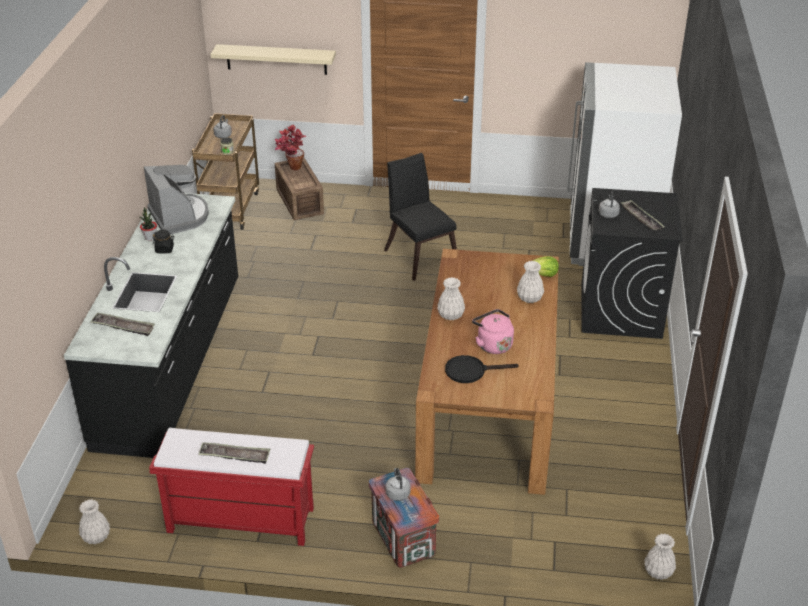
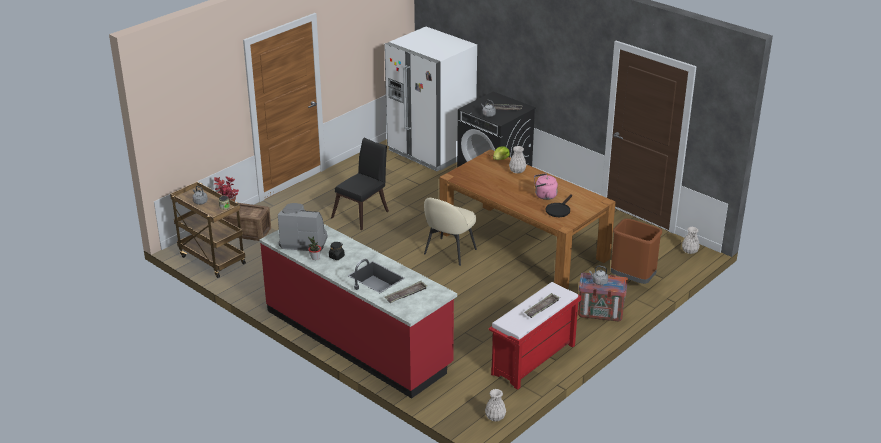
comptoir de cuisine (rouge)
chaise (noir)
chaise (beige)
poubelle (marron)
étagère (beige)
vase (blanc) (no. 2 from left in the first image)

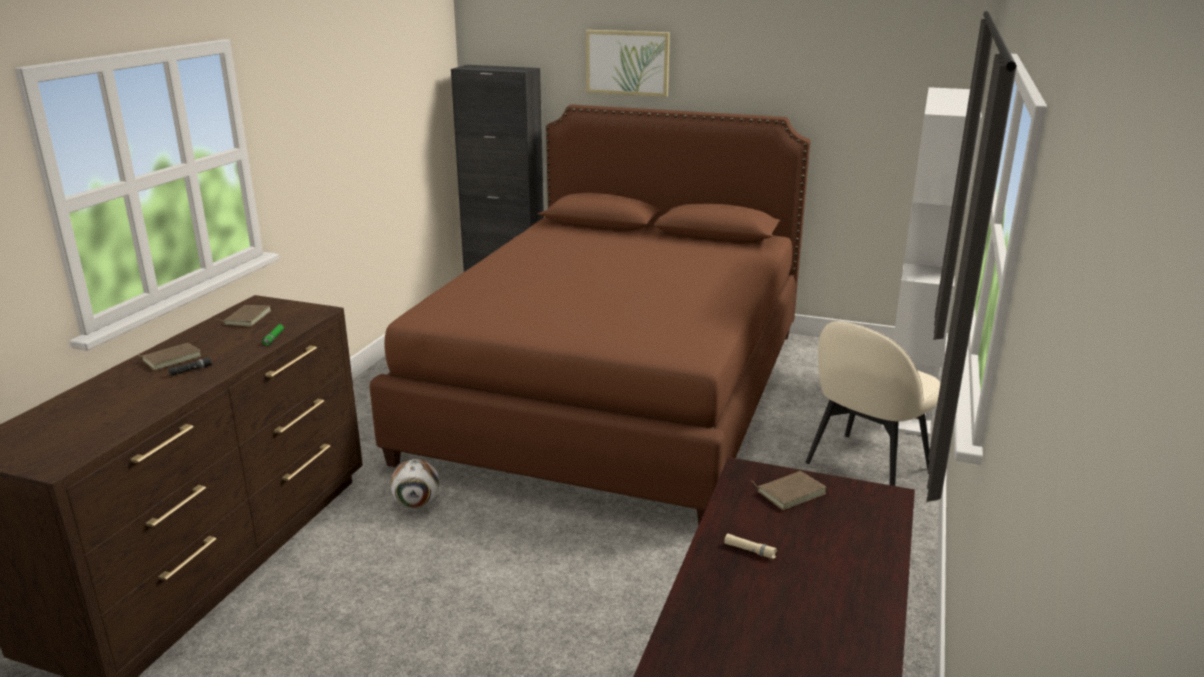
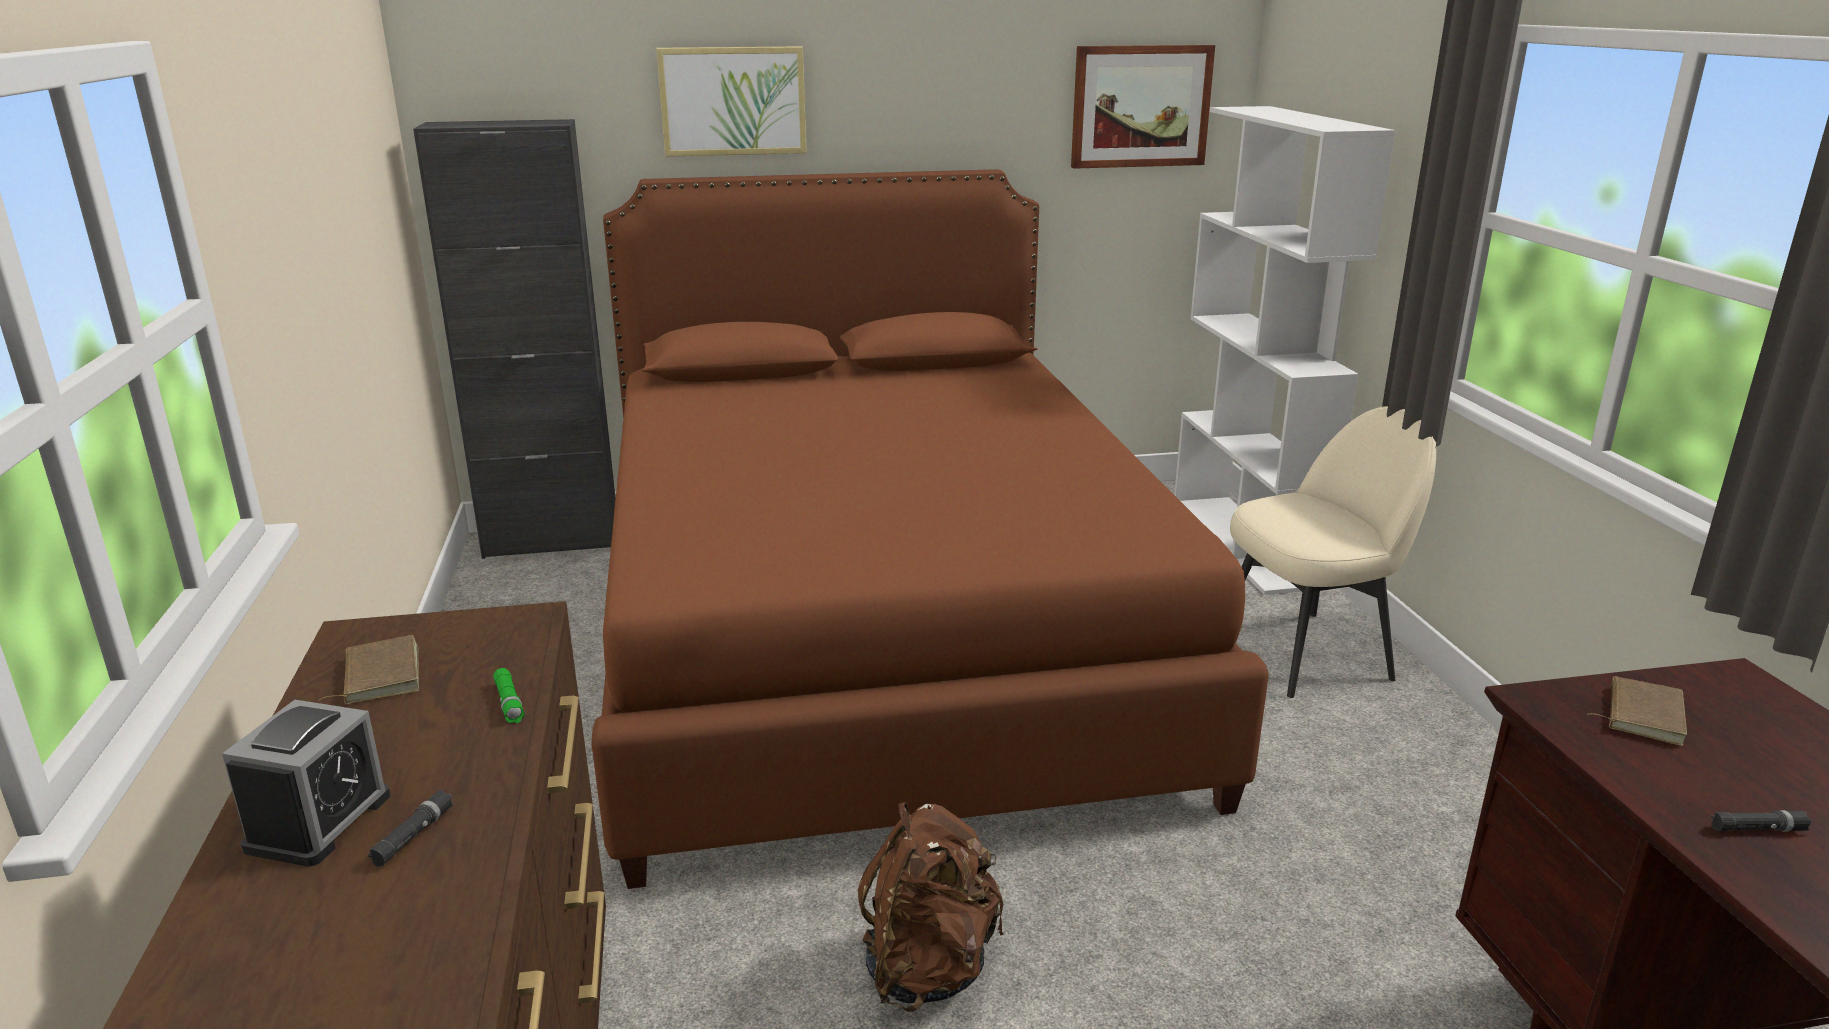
réveil
sac à dos (marron)
tableau (no. 2 from left)
chaise (beige)
lampe de poche (noir) (no. 2 from left)
ballon de foot

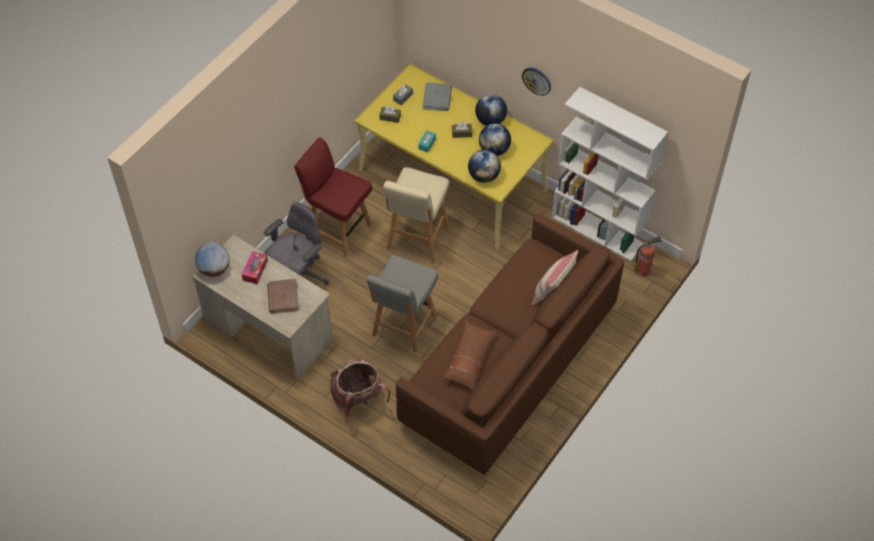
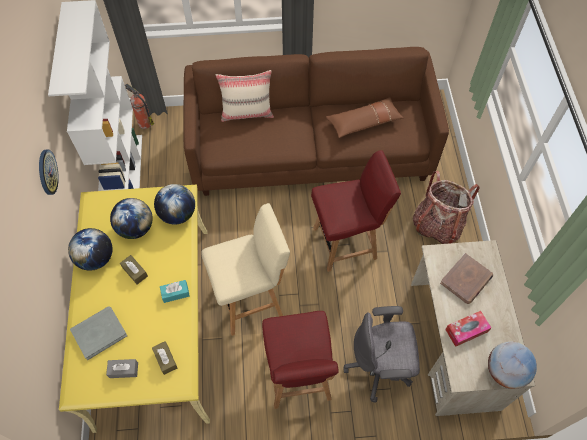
chaise (rouge) (no. 2 from left)

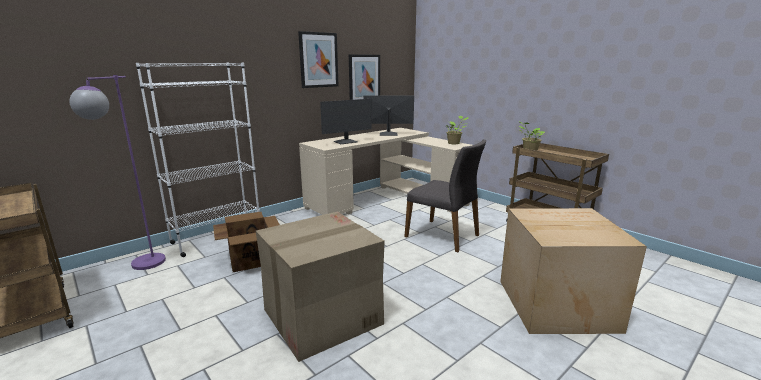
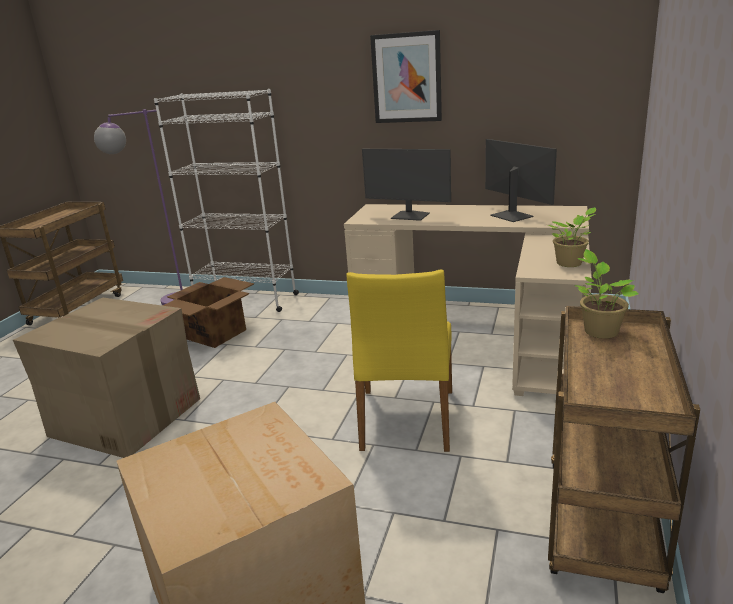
chaise (jaune)
tableau (no. 2 from left in the first image)

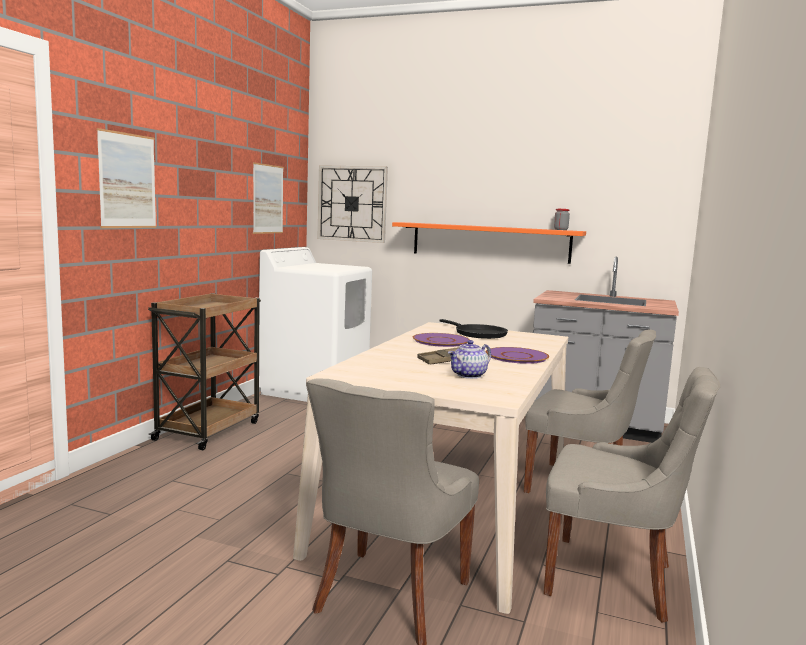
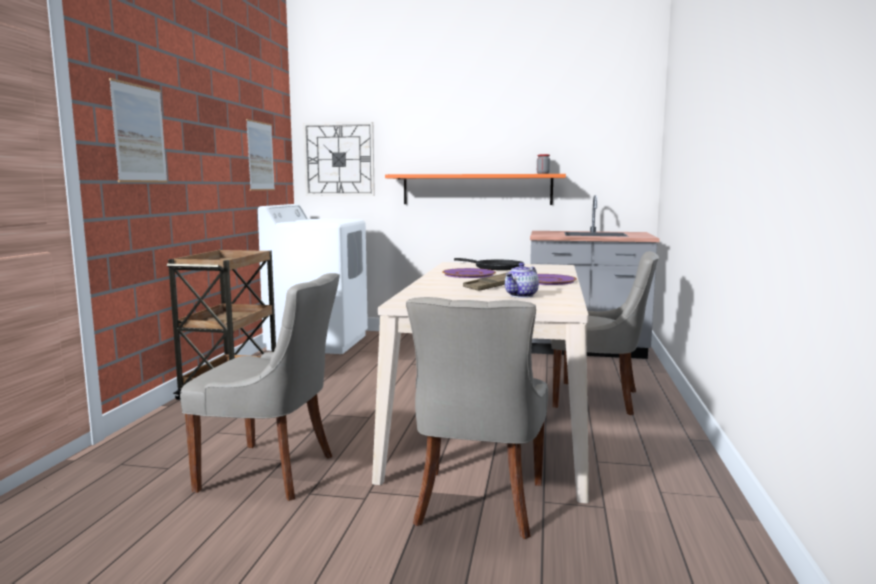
chaise (gris) (no. 1 from left)

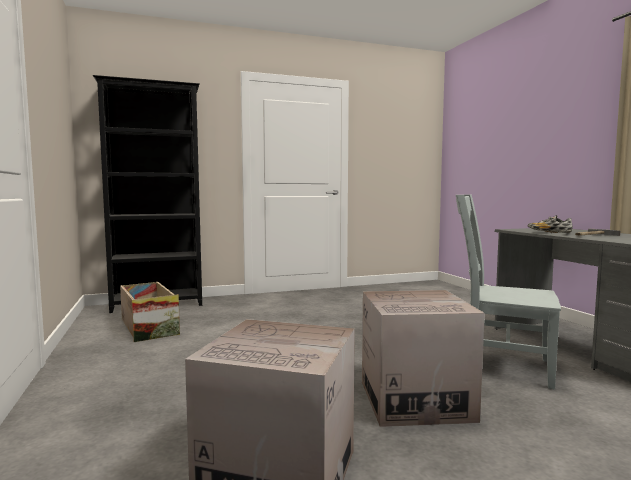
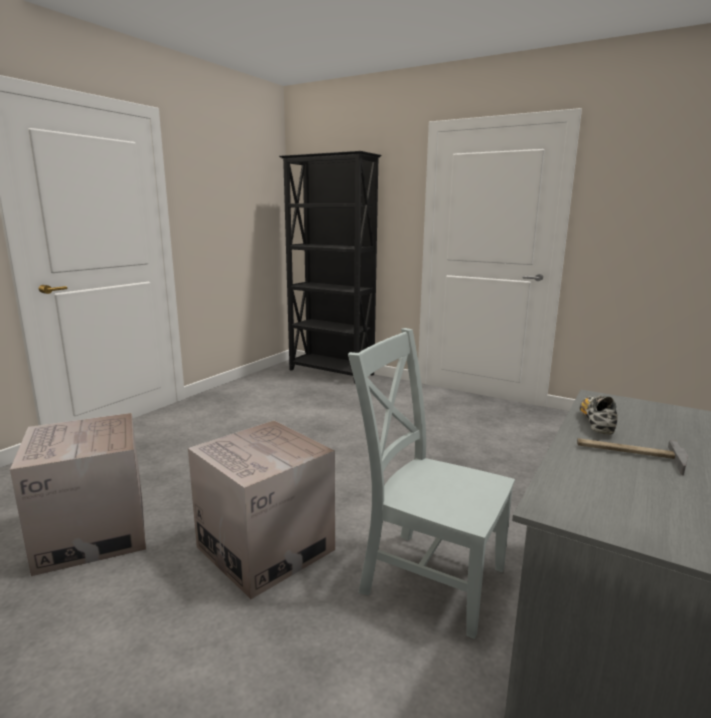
chaise (gris)
caisse

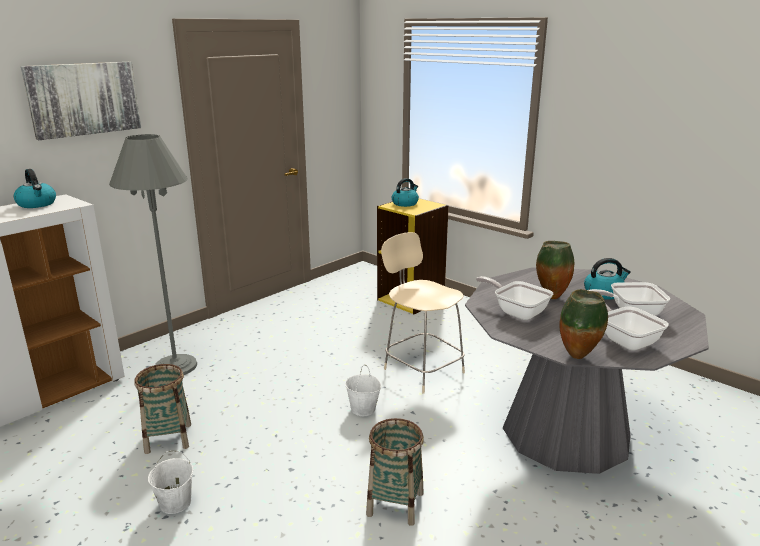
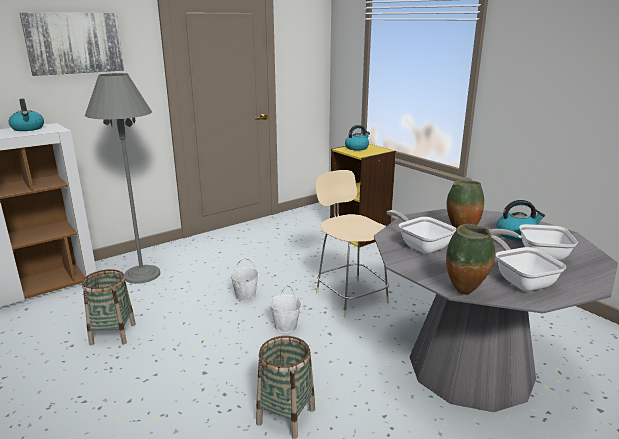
seau (blanc) (no. 1 from left)

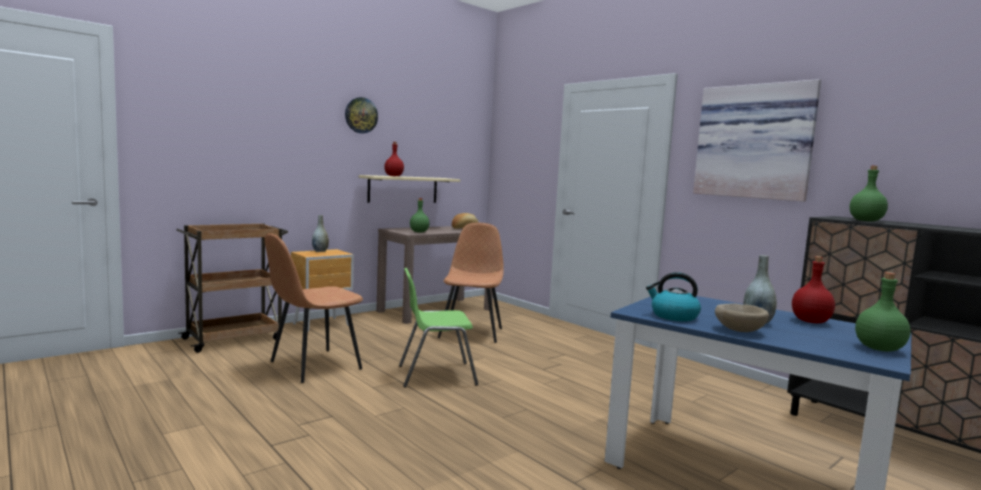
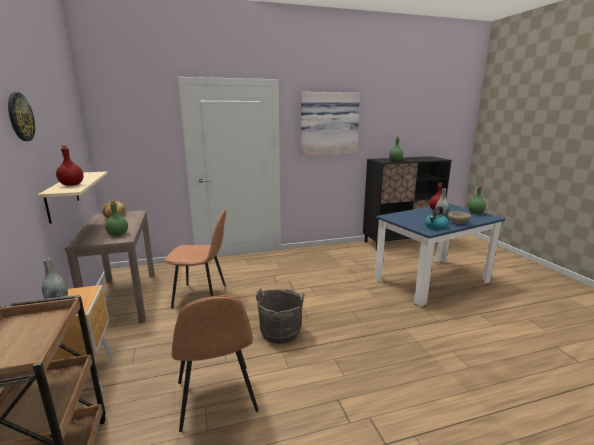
chaise (marron) (no. 1 from left)
seau (gris)

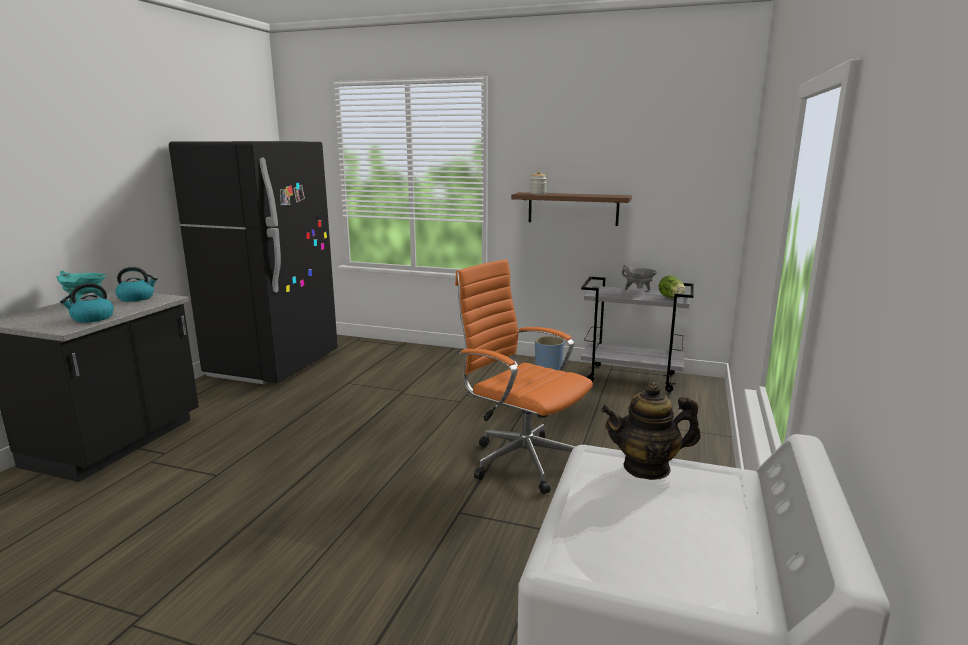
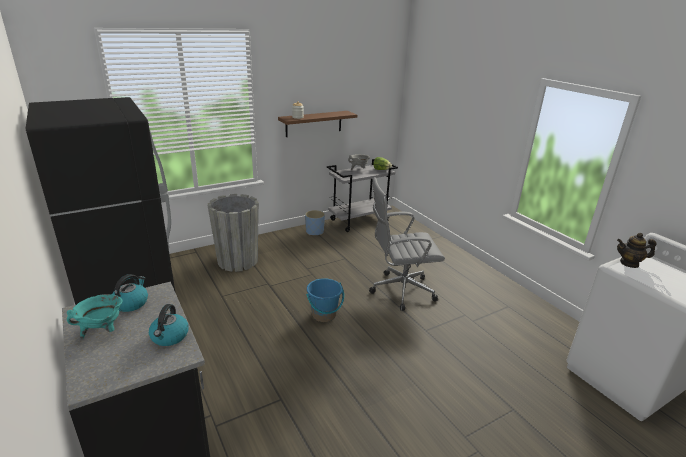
cache-pot (gris)
seau (bleu)
chaise de bureau (gris)
théière

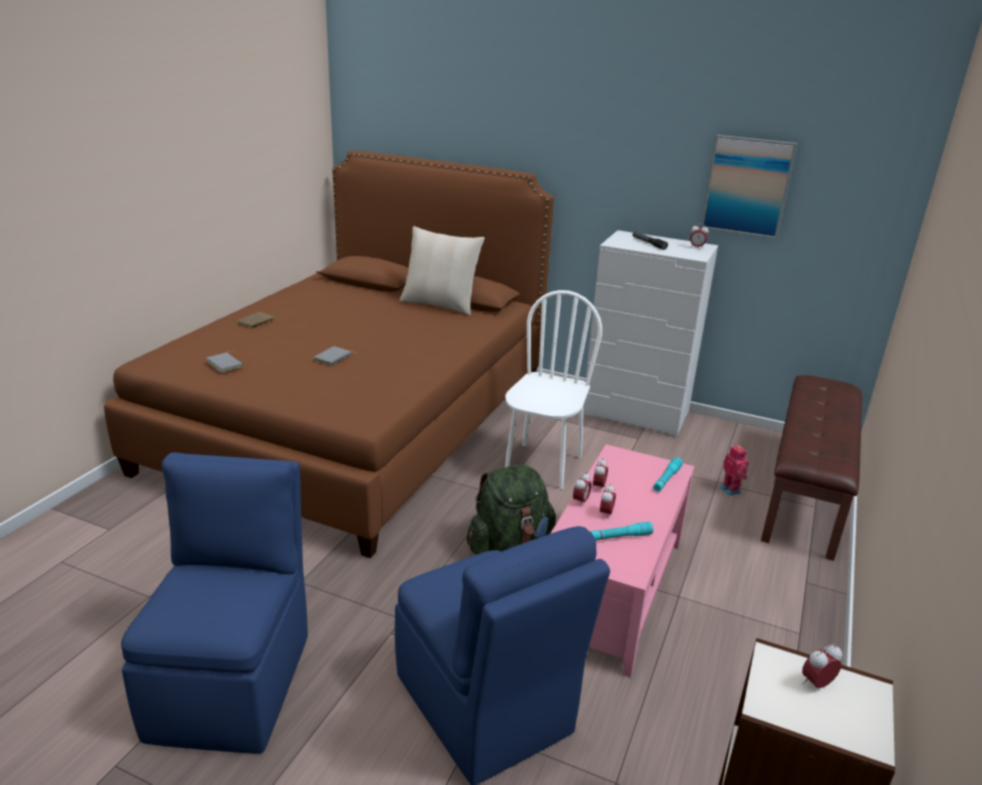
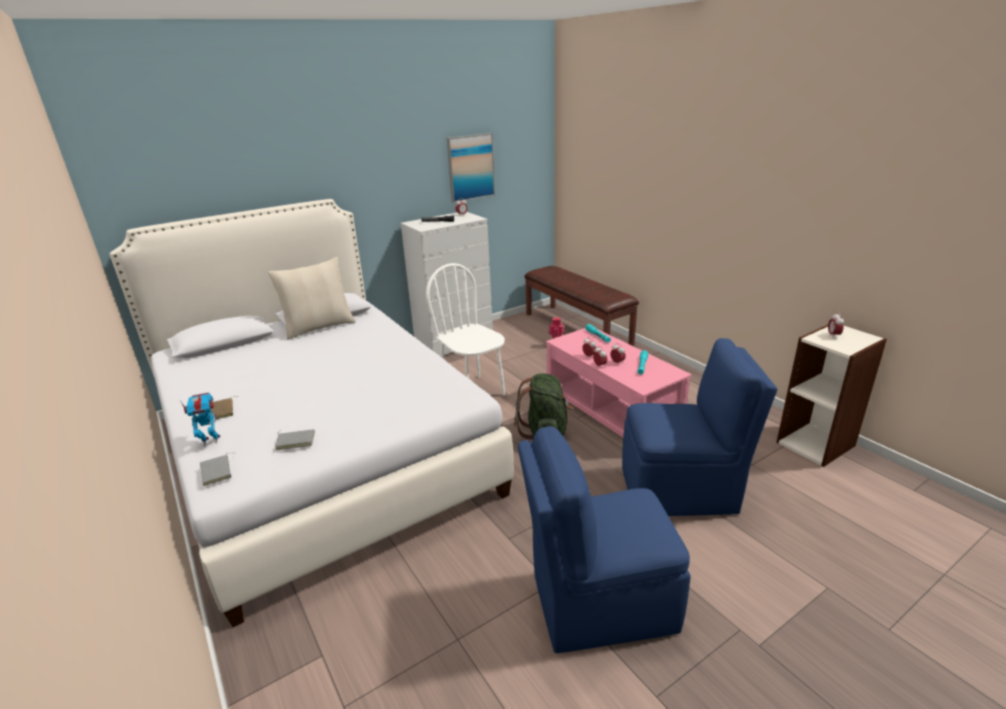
lit (blanc)
robot jouet (no. 1 from left)
livre (gris) (no. 1 from left)
chaise (bleu) (no. 1 from left)

